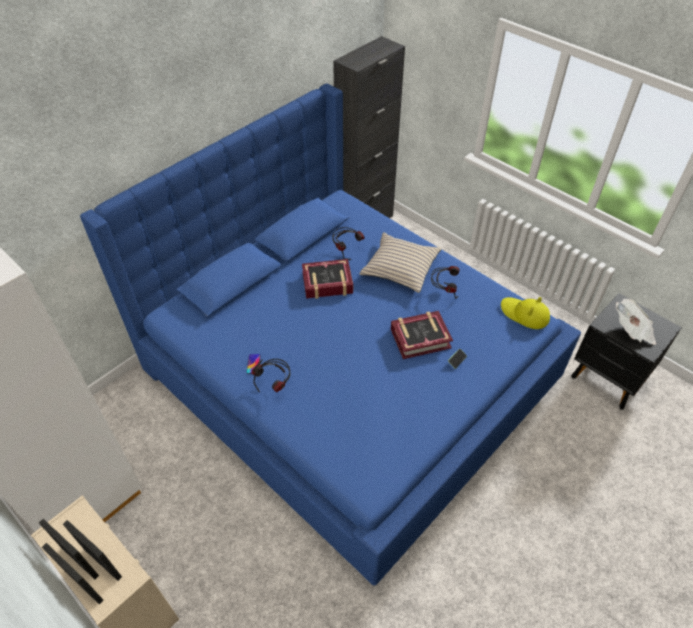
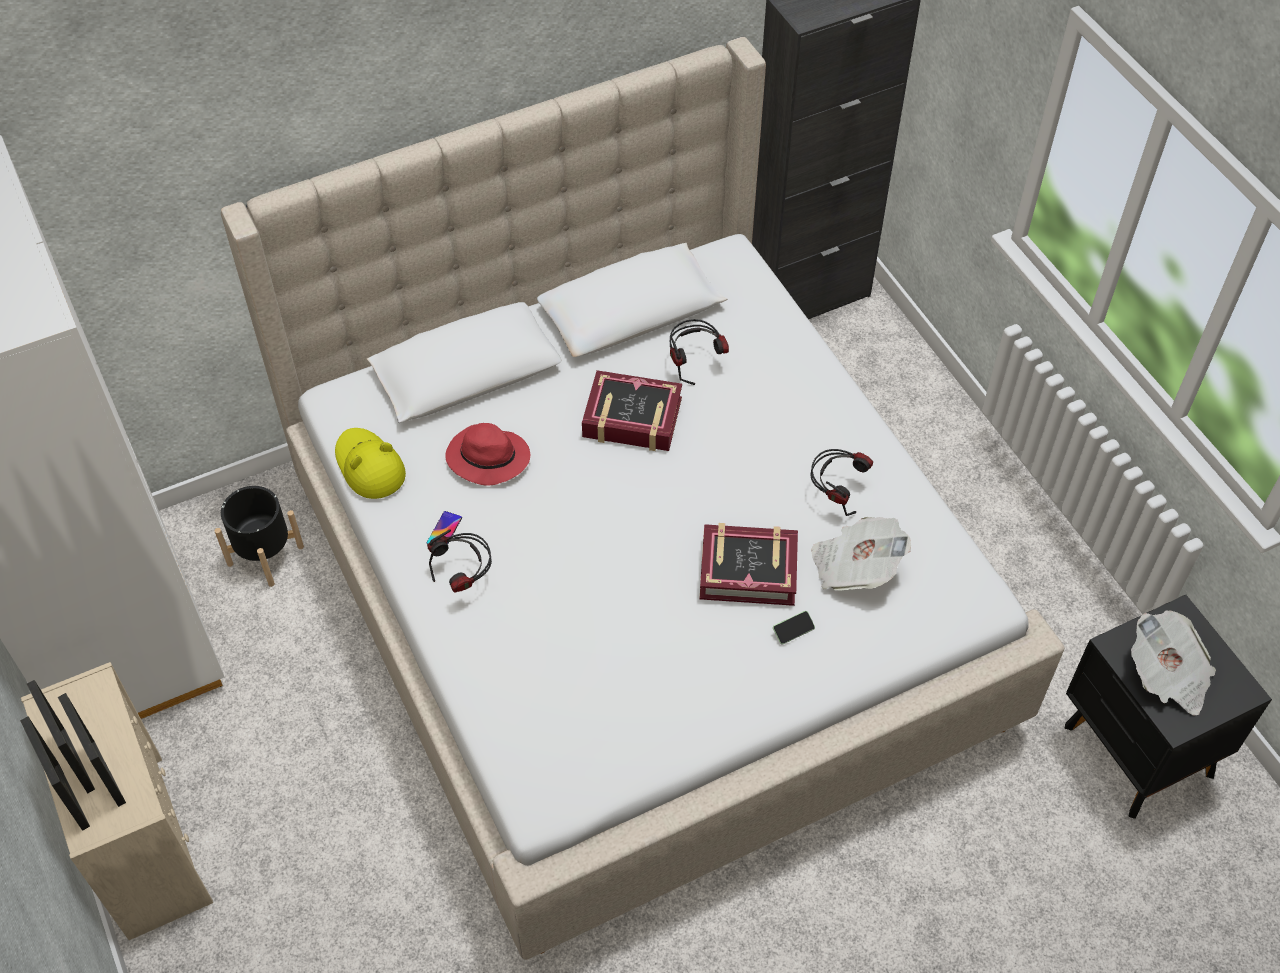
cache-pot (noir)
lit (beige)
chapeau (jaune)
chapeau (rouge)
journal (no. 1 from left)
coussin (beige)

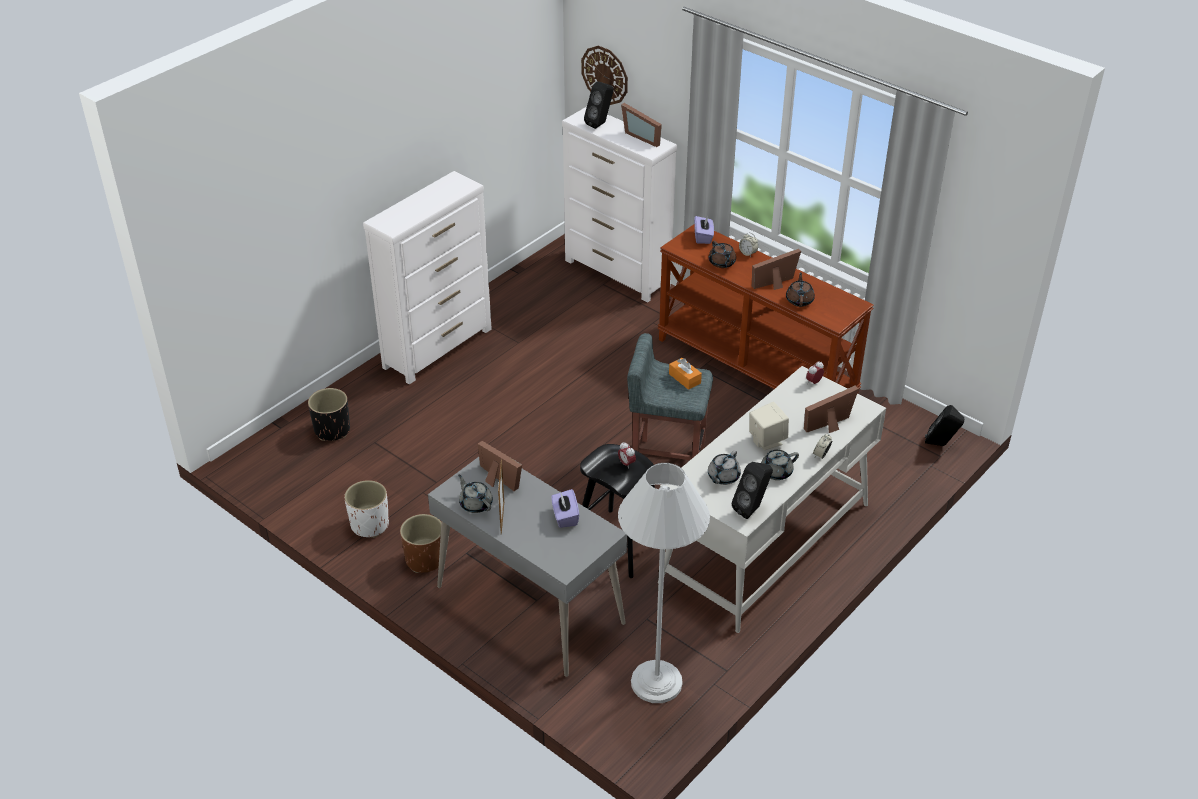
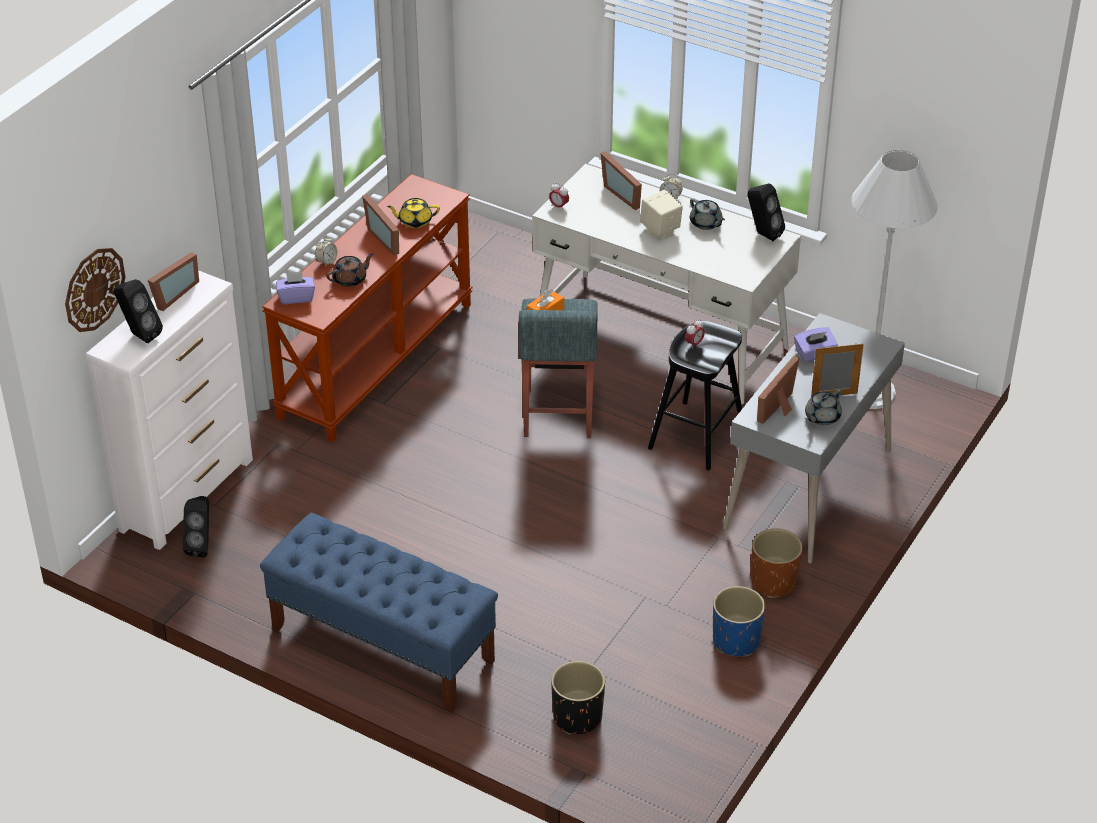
enceinte (noir) (no. 2 from left)
banc (bleu)
théière (jaune)
cache-pot (bleu)
théière (gris) (no. 2 from left in the first image)

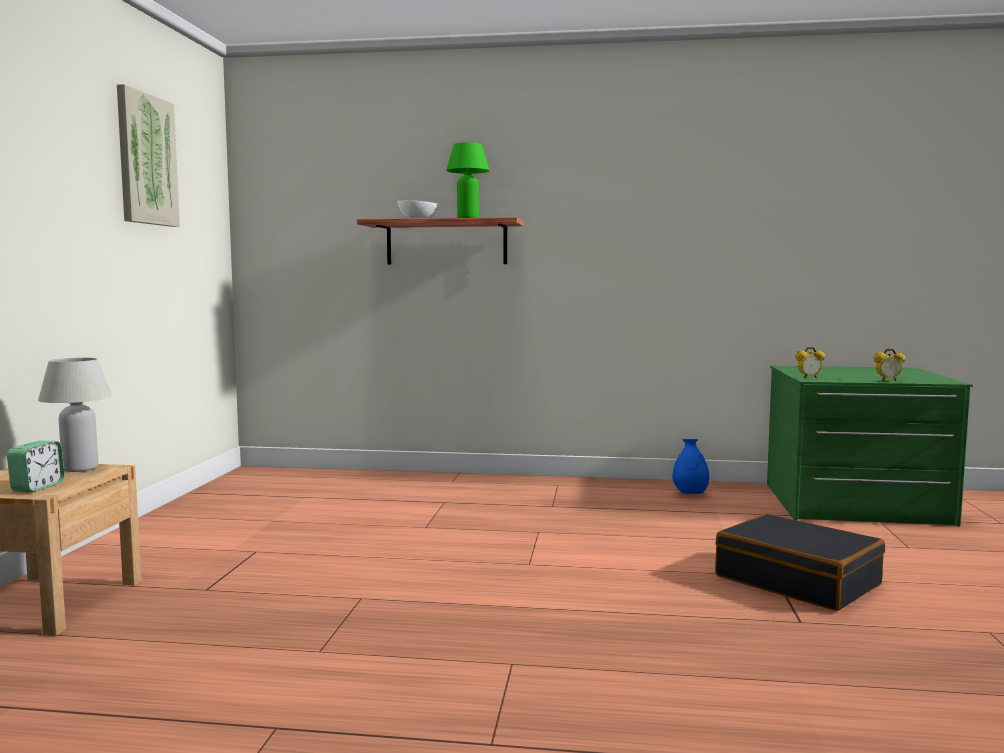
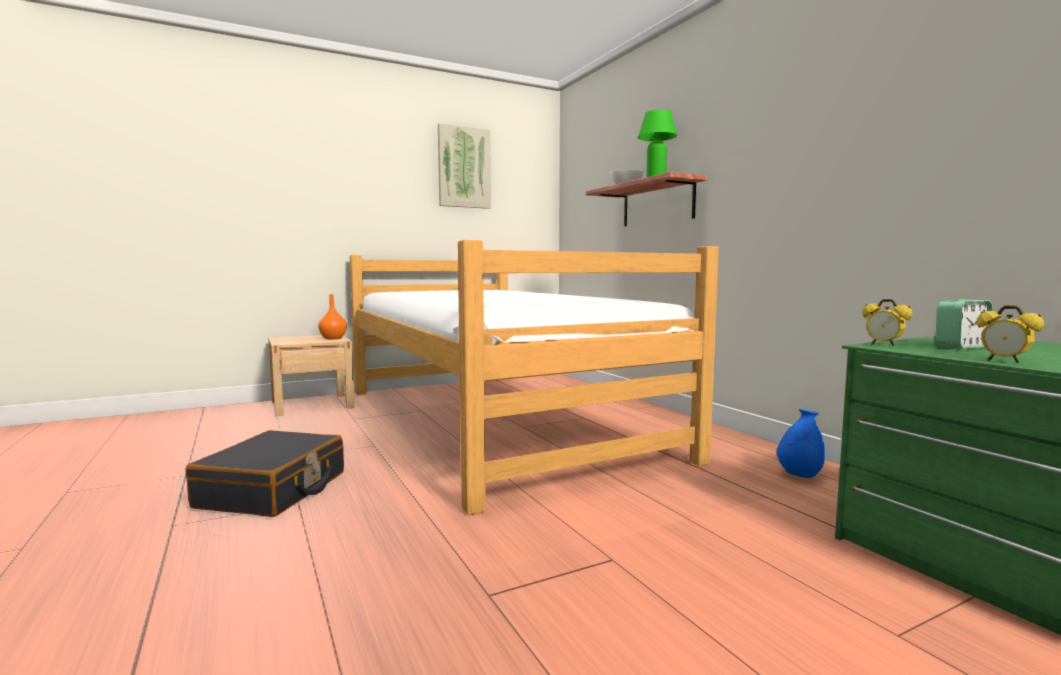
valise (noir)
vase (orange)
lit
réveil (no. 2 from left)

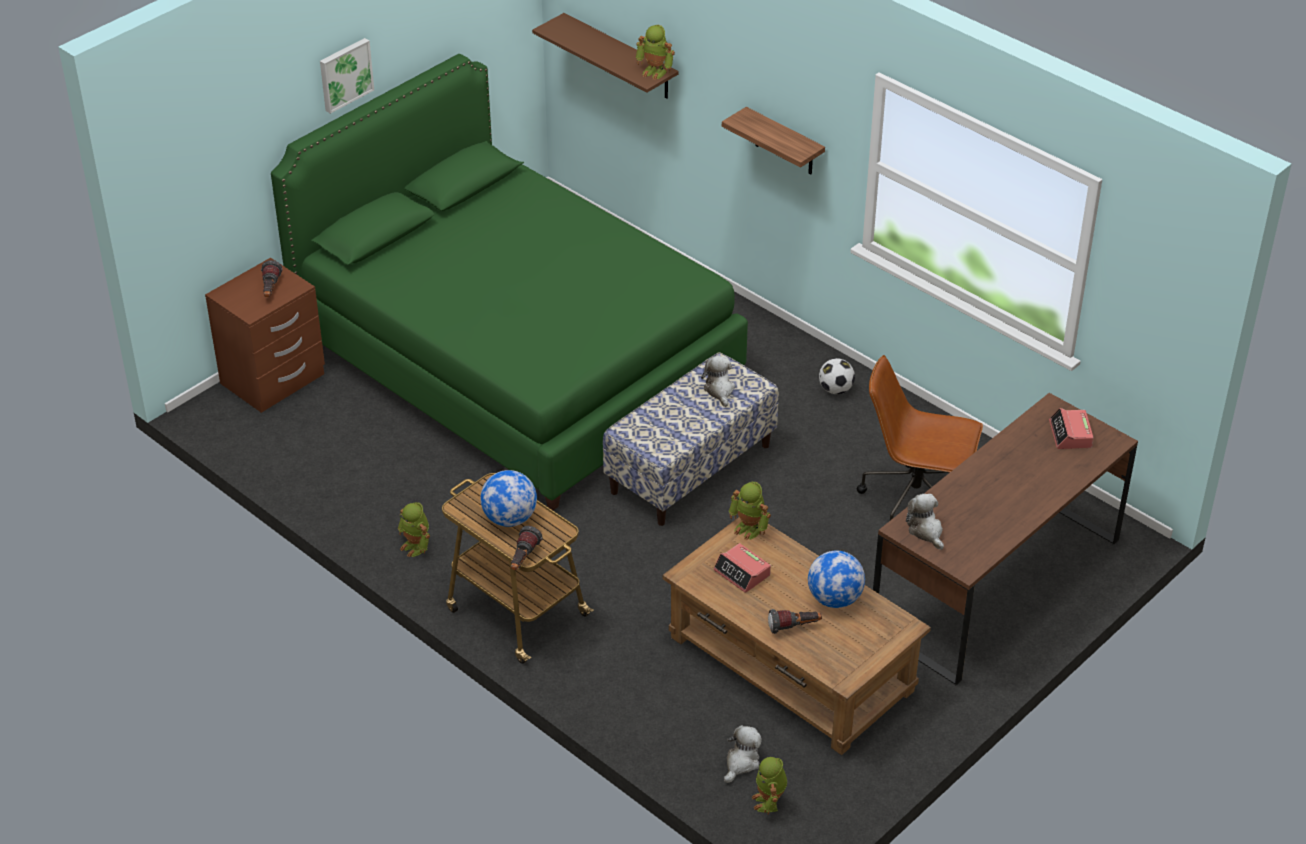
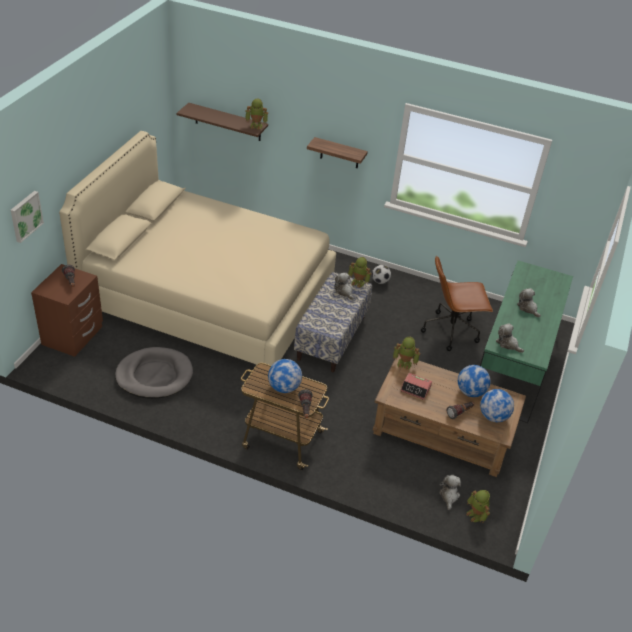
tableau
lit (beige)
panier pour chien (gris)
robot jouet (no. 2 from left)
bureau (vert)
globe (no. 3 from left)
peluche (no. 4 from left)
réveil (no. 2 from left in the first image)

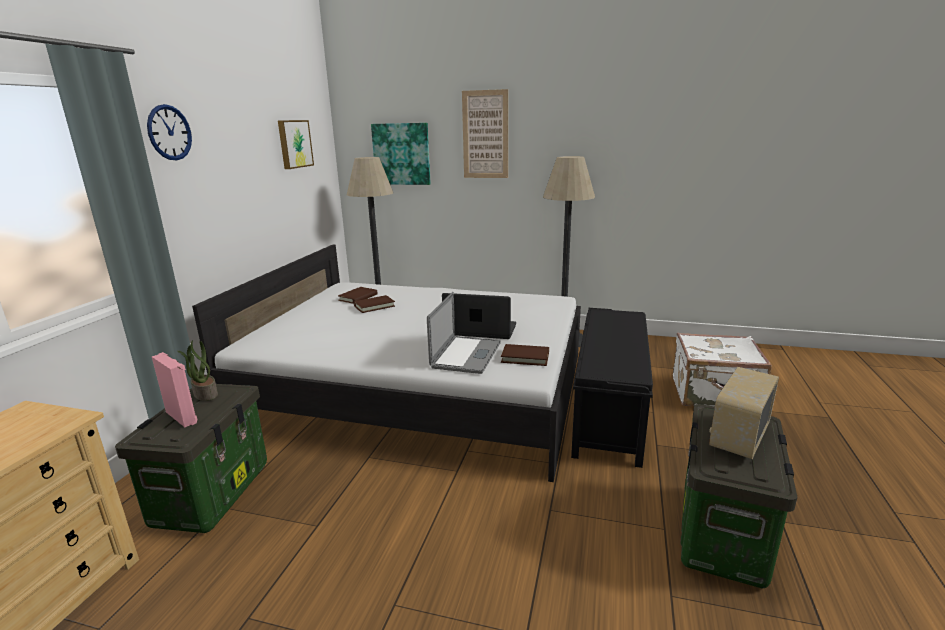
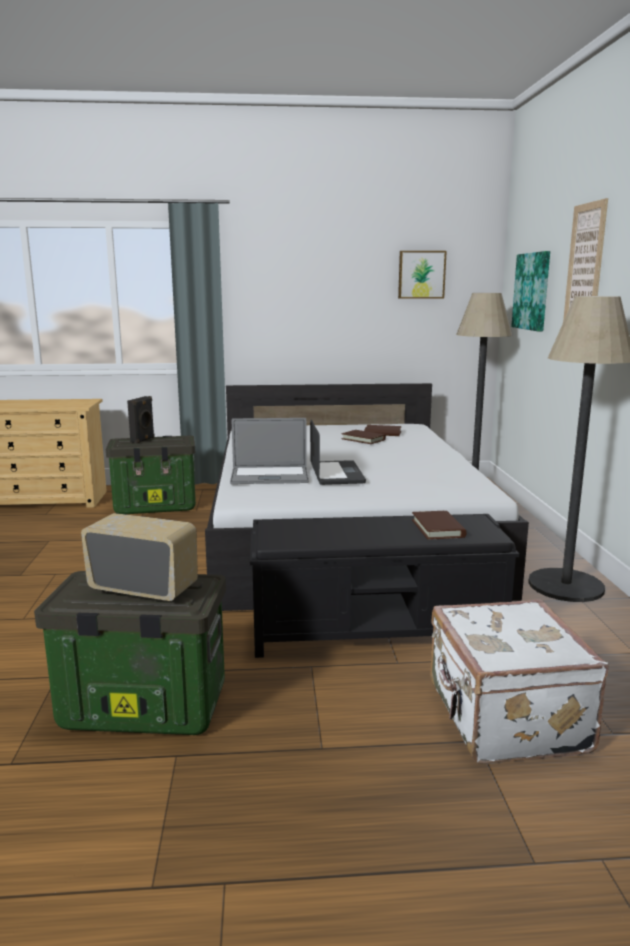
enceinte (noir)
livre (marron) (no. 3 from left)
horloge murale
plante en pot

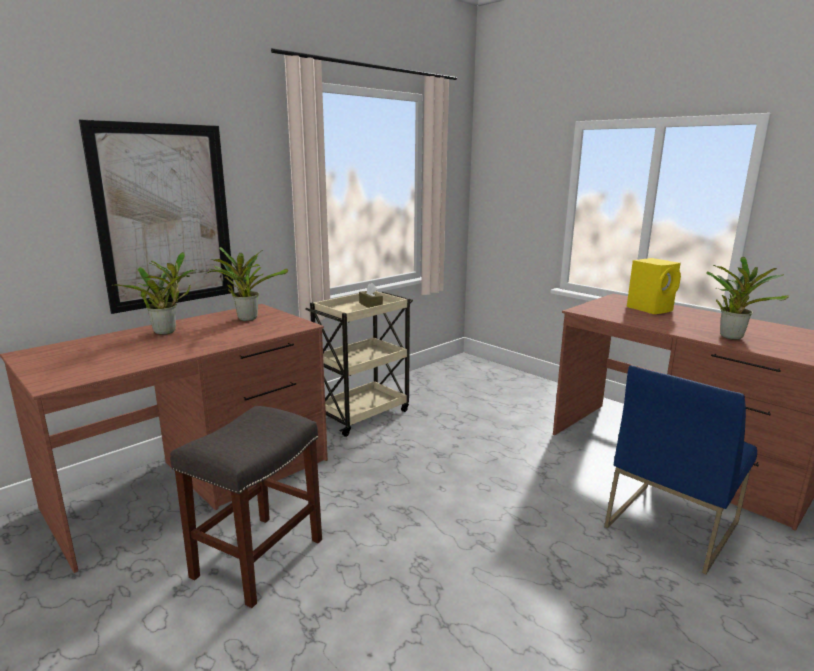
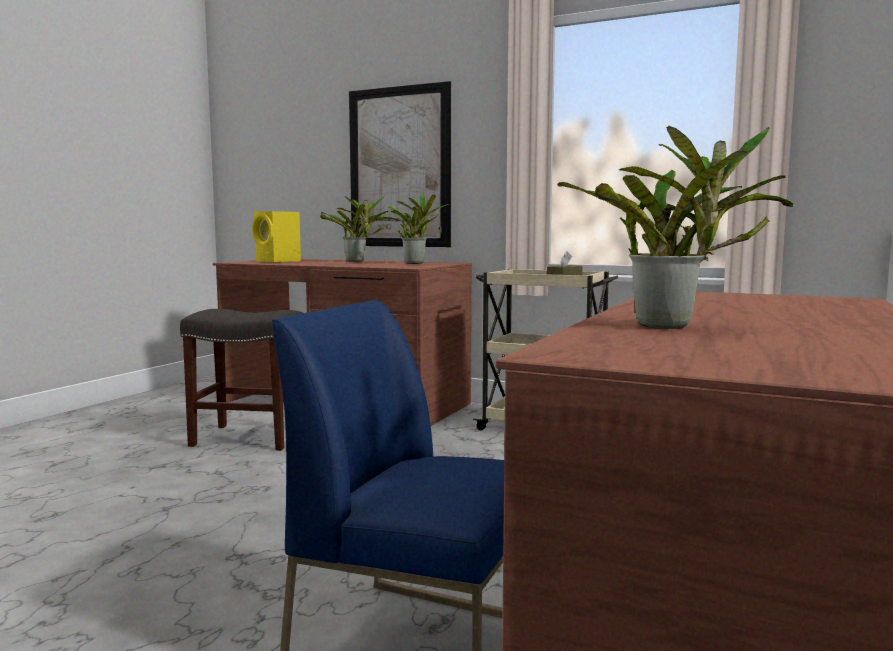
enceinte (jaune)

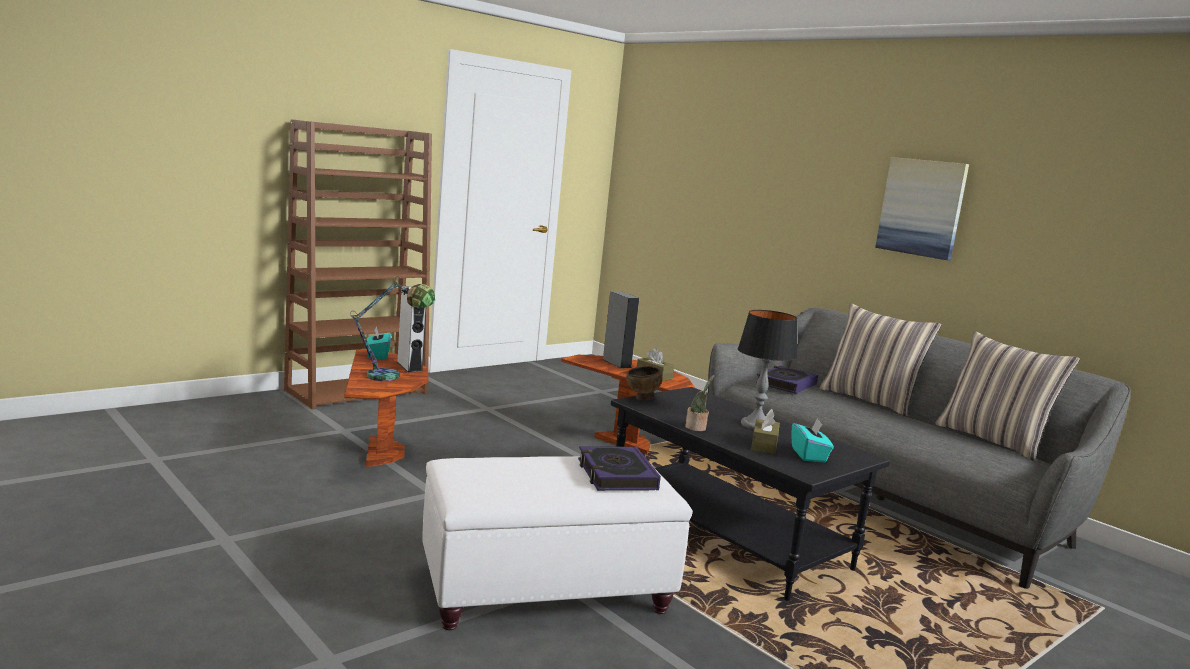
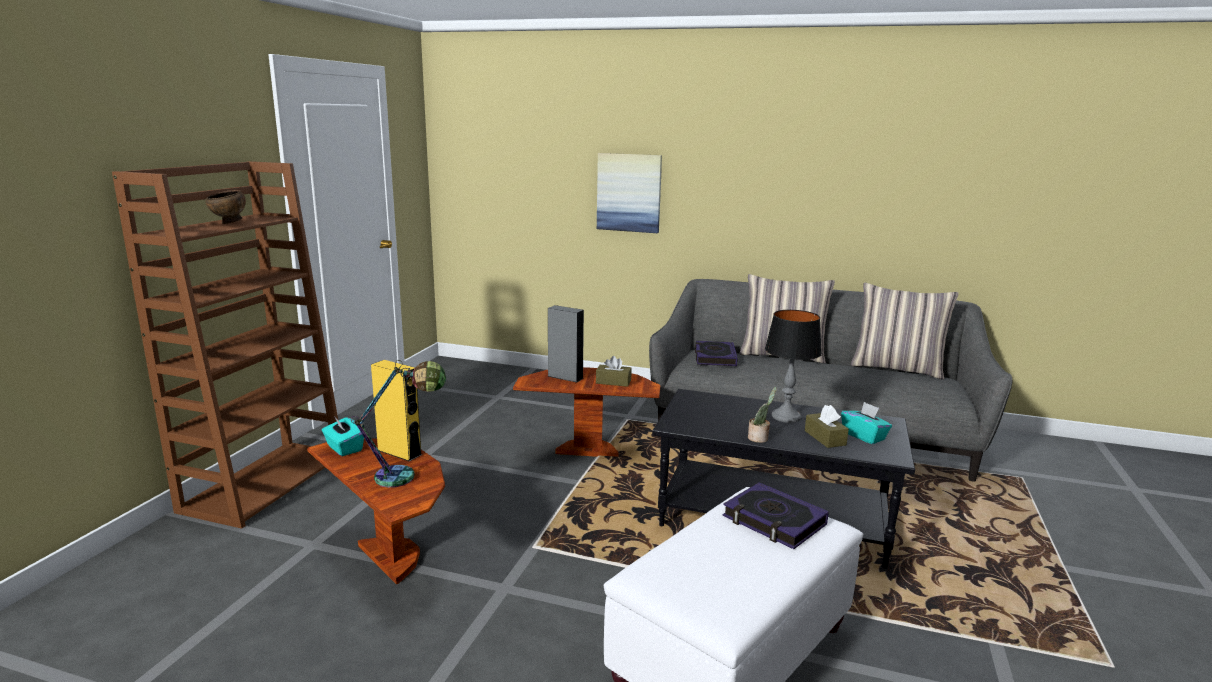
bol (marron)
enceinte (jaune)
tableau

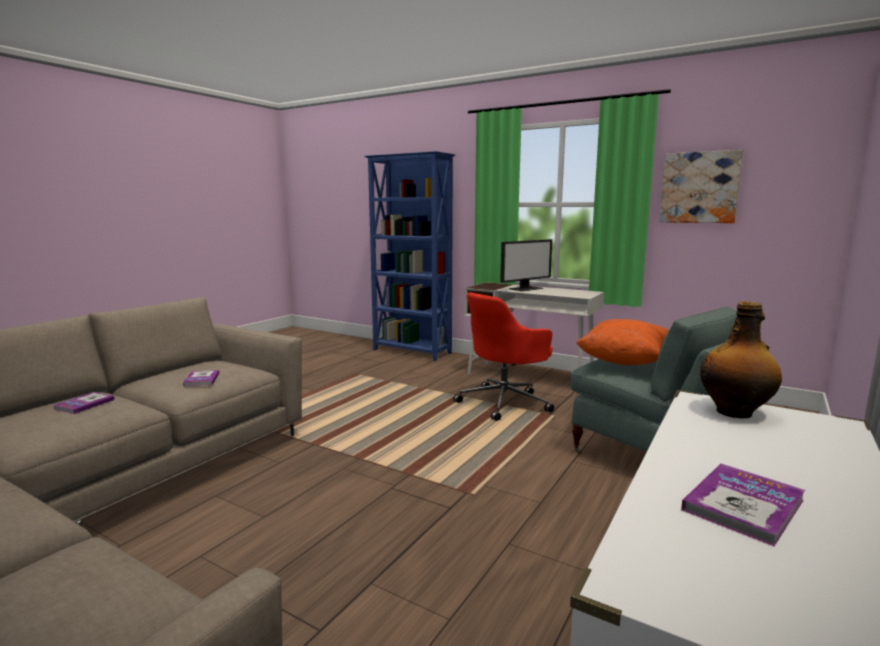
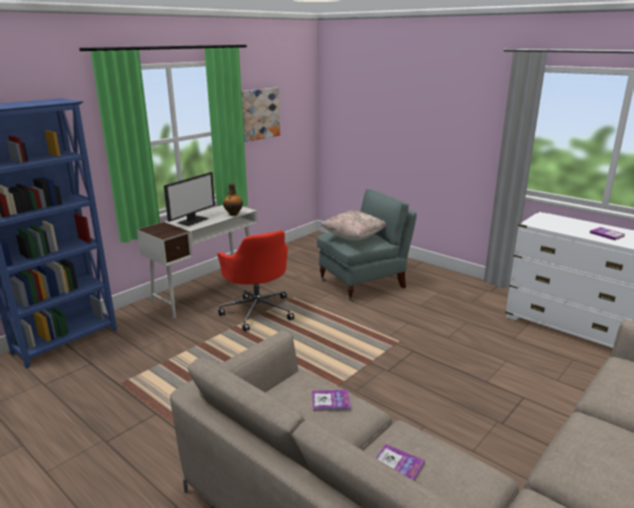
écran d'ordinateur
bouteille
coussin (beige)

